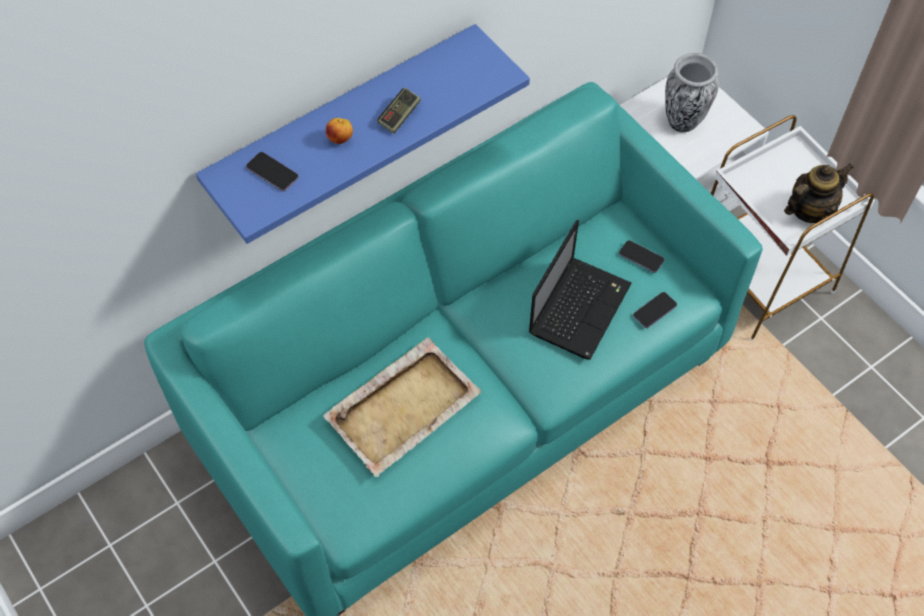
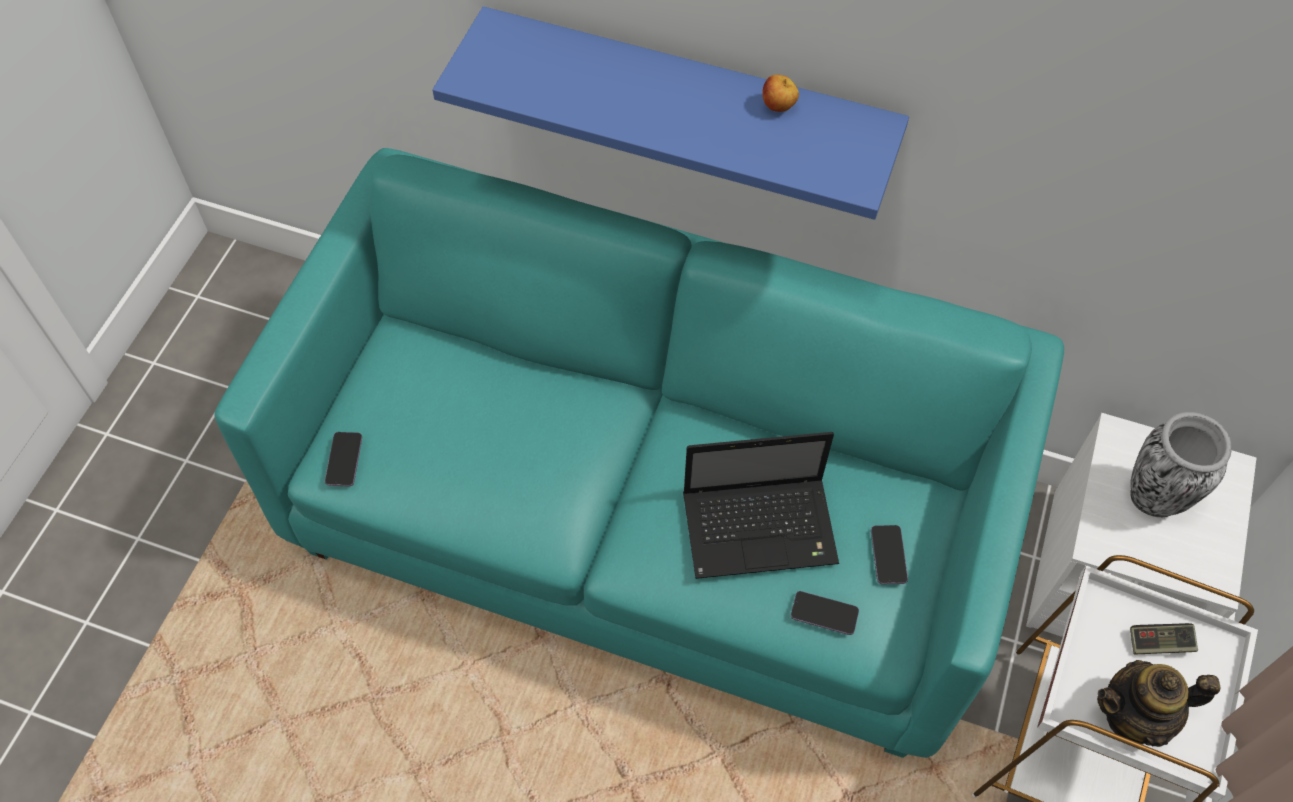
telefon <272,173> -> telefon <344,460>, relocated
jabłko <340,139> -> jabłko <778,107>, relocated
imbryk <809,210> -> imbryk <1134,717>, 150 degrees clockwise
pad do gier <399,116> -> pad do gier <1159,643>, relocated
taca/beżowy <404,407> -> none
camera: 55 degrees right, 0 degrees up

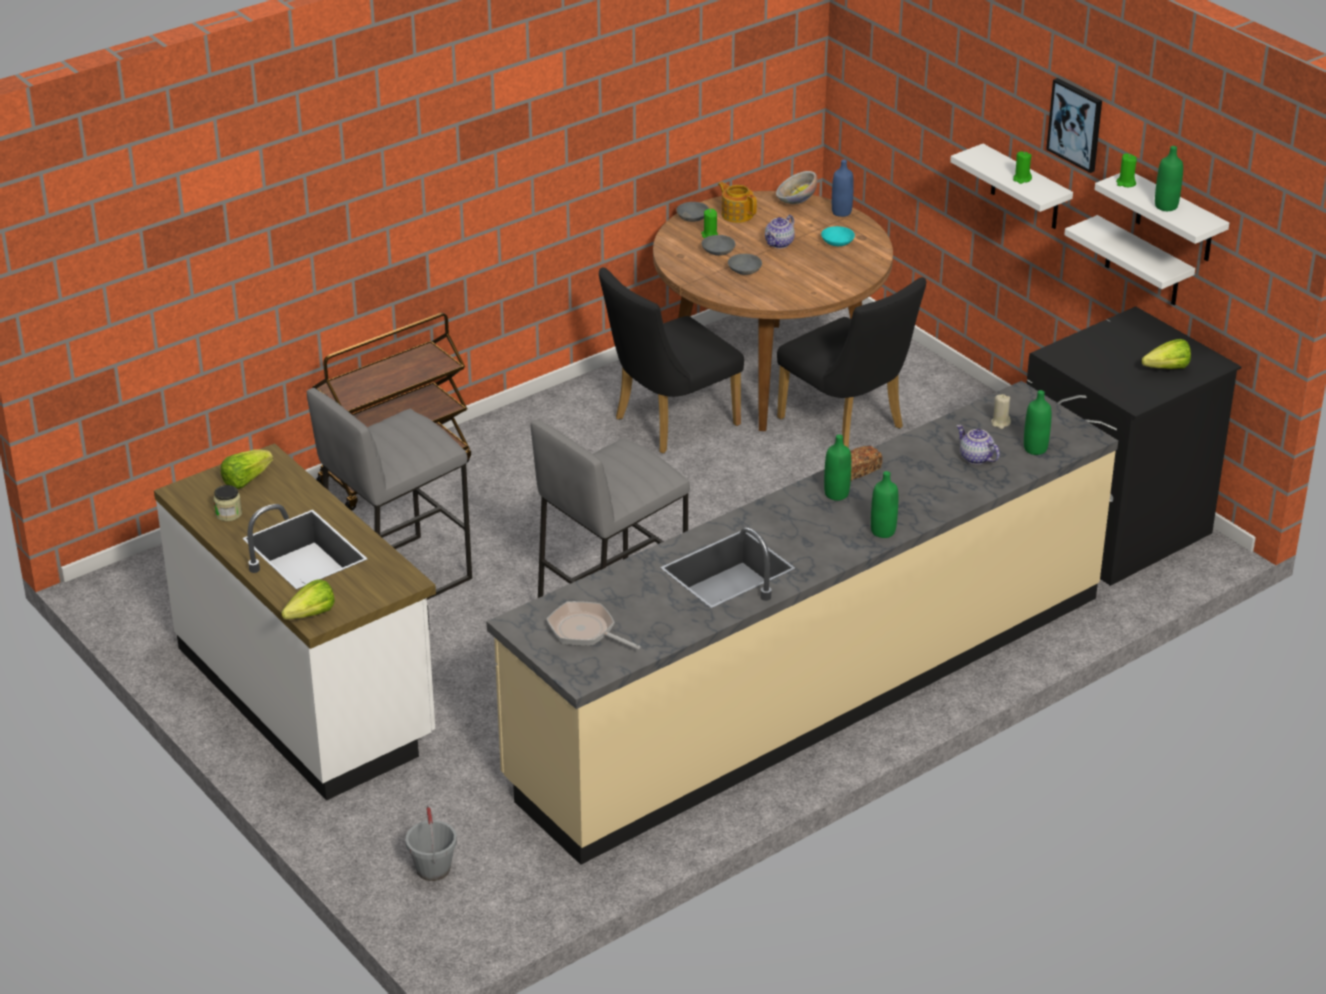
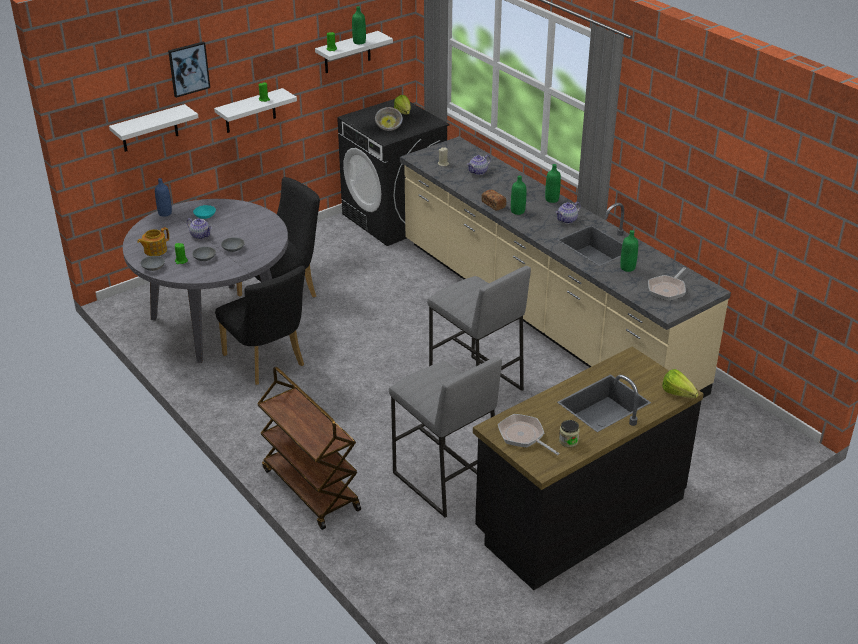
półka/biały <1143,263> -> półka/biały <149,129>, relocated
stół jadalny/brązowy <769,375> -> stół jadalny/szary <216,322>
obraz <1076,124> -> obraz <188,68>, relocated
miska <796,201> -> miska <389,128>, relocated
zabudowa kuchenna/biały <307,695> -> zabudowa kuchenna/czarny <579,515>
sałata <246,480> -> patelnia <523,436>
none -> imbryk <567,220>
butelka/zielony <1035,449> -> butelka/zielony <627,268>, relocated
wiadro/szary <433,869> -> none
camera: 90 degrees left, 0 degrees up

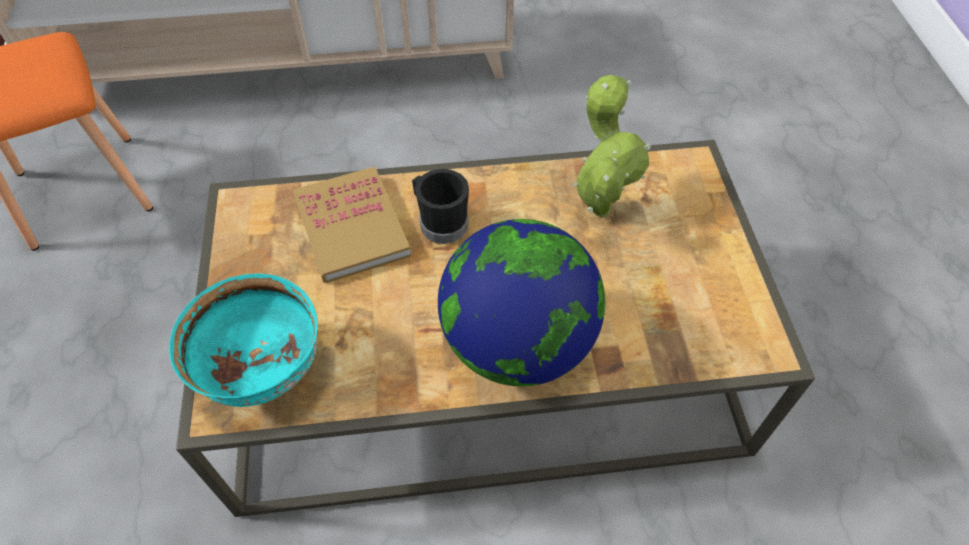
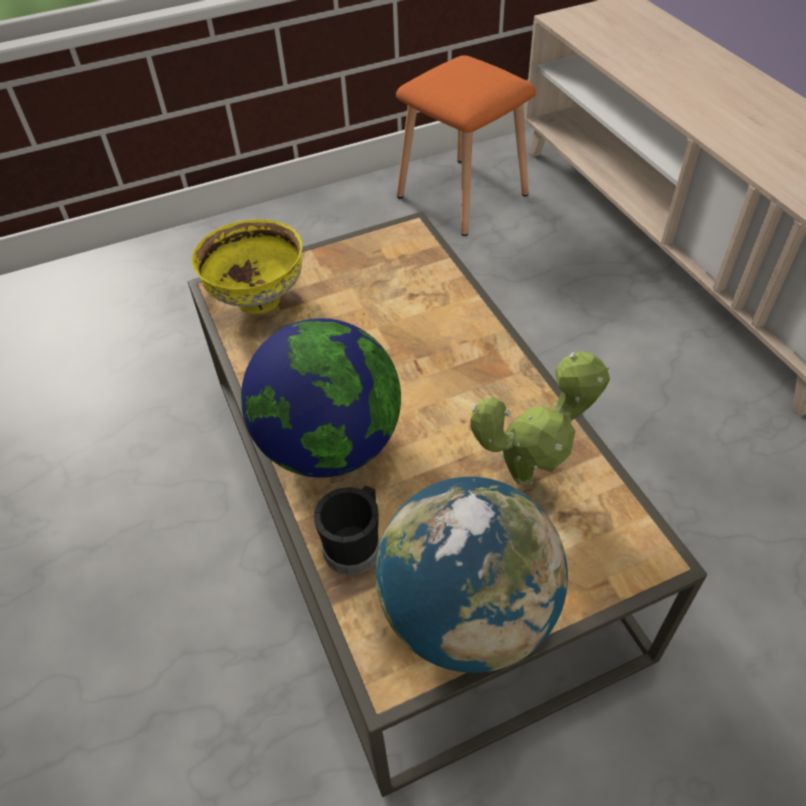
miska/turkusowy <263,372> -> miska/żółty <257,300>
kubek/czarny <440,222> -> kubek/czarny <355,544>, relocated
none -> globus <467,613>
książka <351,227> -> none
camera: 75 degrees right, 5 degrees down

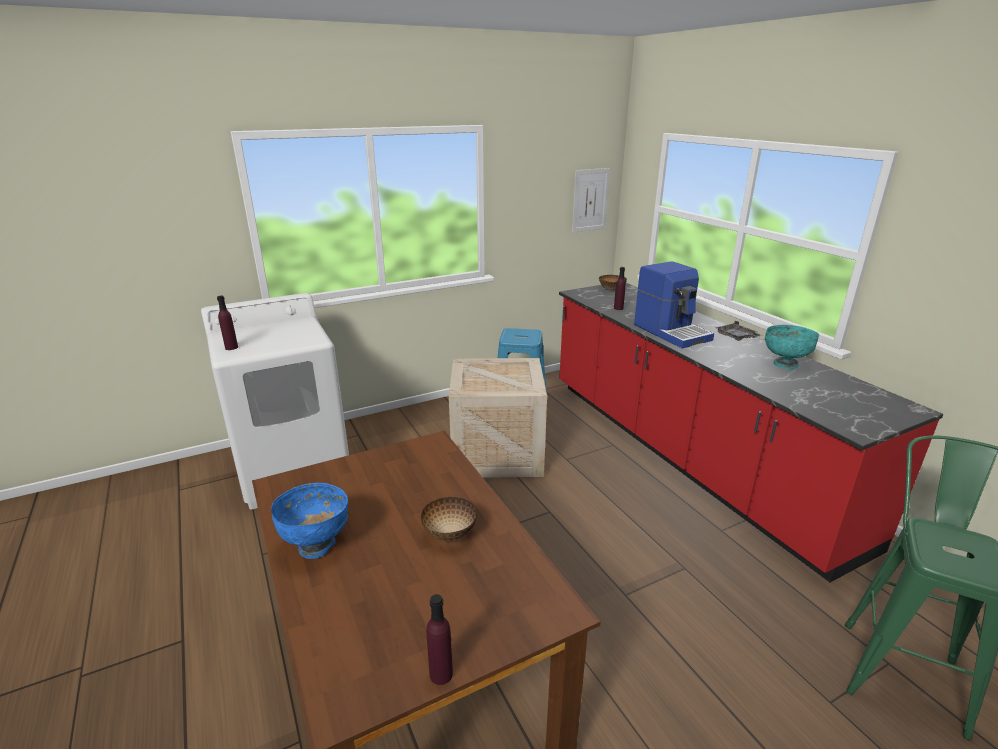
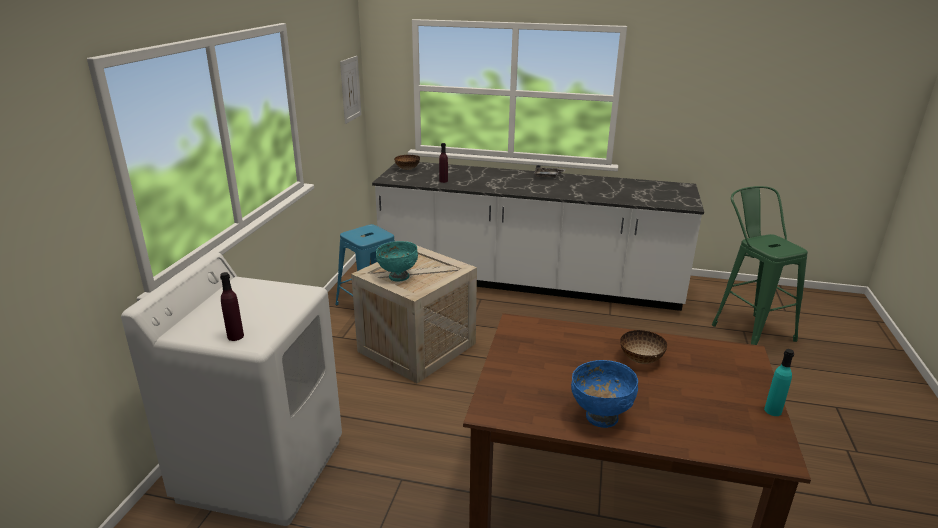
zabudowa kuchenna/czerwony <686,454> -> zabudowa kuchenna/biały <529,282>
miska/turkusowy <785,364> -> miska/turkusowy <398,276>, relocated
butelka/fioletowy <441,674> -> butelka/turkusowy <773,411>
ekspres do kawy <672,332> -> none
camera: 50 degrees left, 0 degrees up

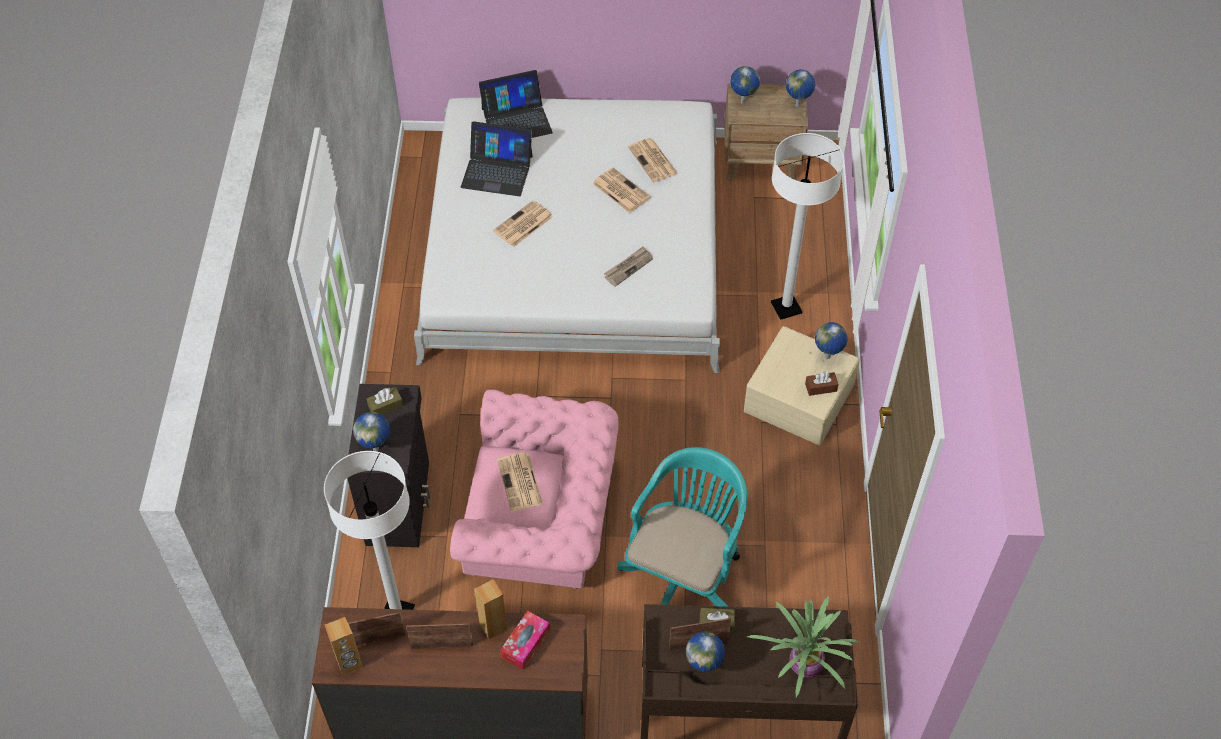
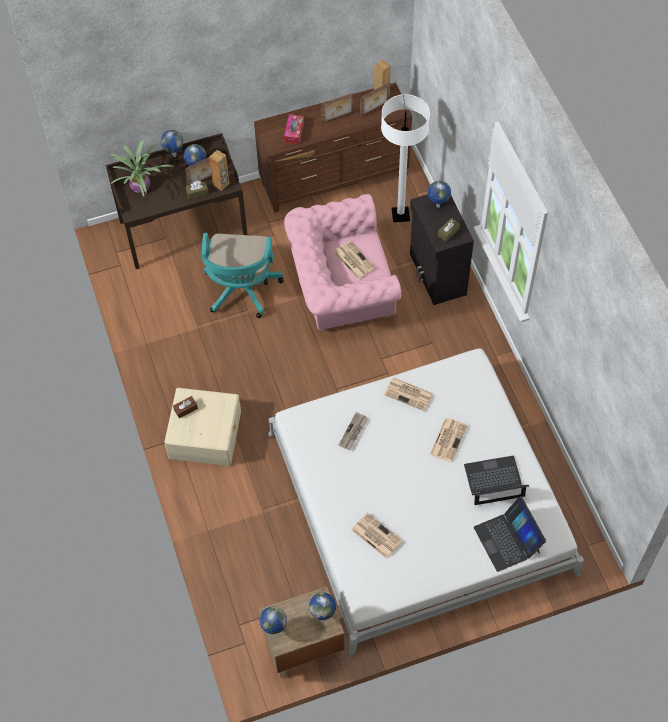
globus <828,357> -> globus <174,155>, relocated
głośnik/brązowy <493,626> -> głośnik/brązowy <221,184>, relocated
gazeta <620,190> -> gazeta <409,394>, relocated
laptop <516,120> -> laptop <507,540>, 75 degrees counterclockwise
lampa stojąca/biały <786,308> -> none
camera: 160 degrees right, 5 degrees up

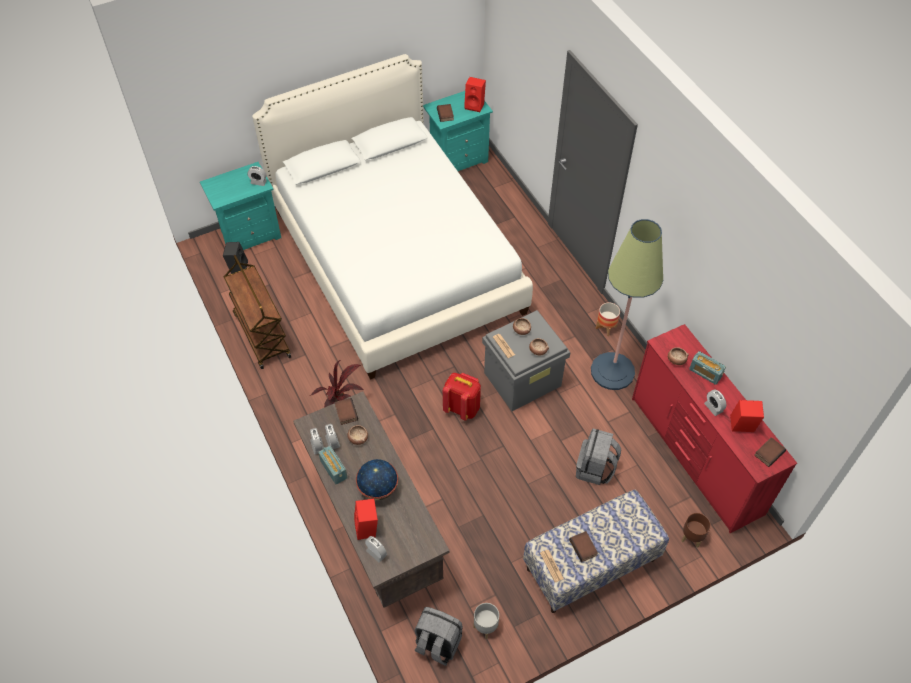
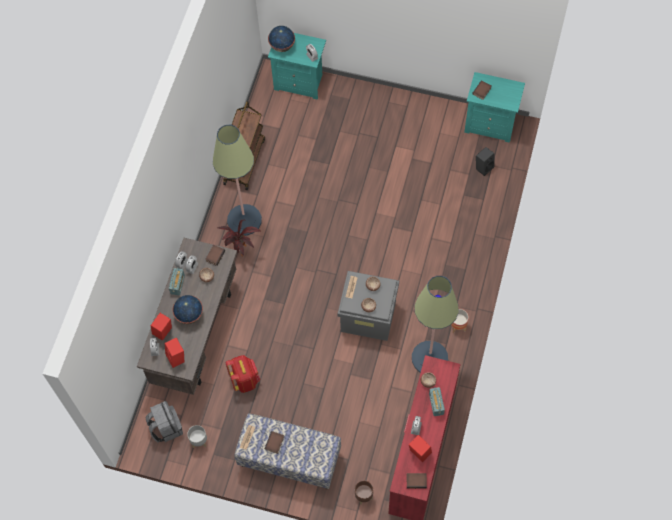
głośnik/czerwony <475,105> -> głośnik/czerwony <177,358>, relocated
none -> lampa stojąca <244,220>
plecak/czerwony <462,408> -> plecak/czerwony <245,380>, relocated
none -> globus <282,46>
głośnik/czarny <237,267> -> głośnik/czarny <484,167>, relocated
łóżko/biały <397,260> -> none
plecak/szary <595,469> -> none
camera: 45 degrees right, 10 degrees up

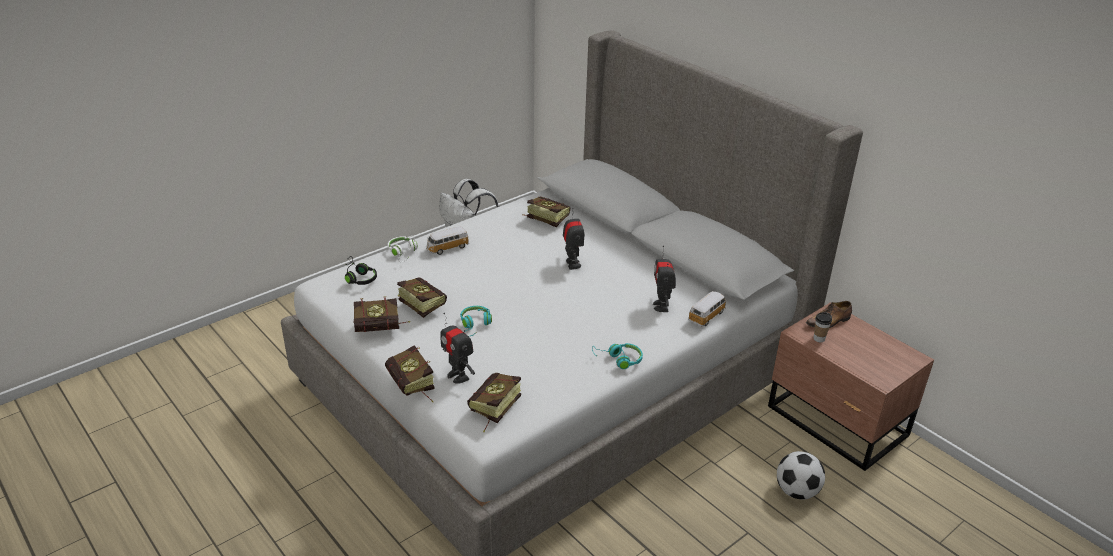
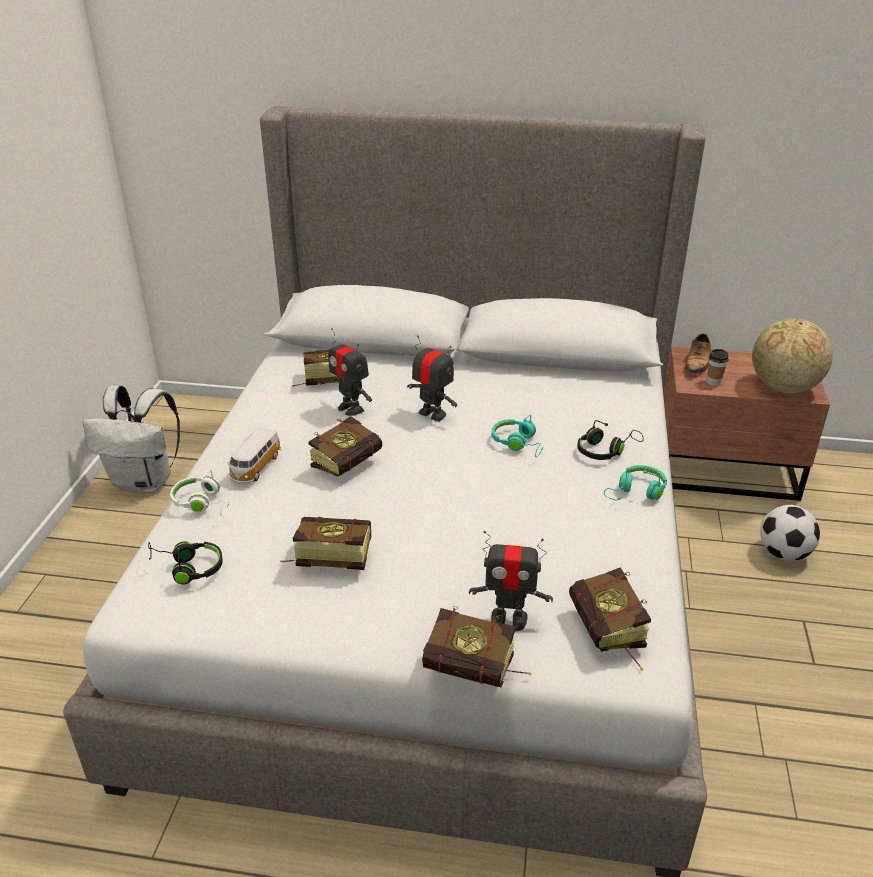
książka <383,329> -> książka <352,462>, relocated
robot zabawkowy <661,306> -> robot zabawkowy <351,408>, relocated
słuchawki/turkusowy <475,325> -> słuchawki/turkusowy <518,443>, relocated
none -> słuchawki/czarny <605,450>
none -> globus <783,388>
samochodzik <707,316> -> none
camera: 40 degrees left, 0 degrees up

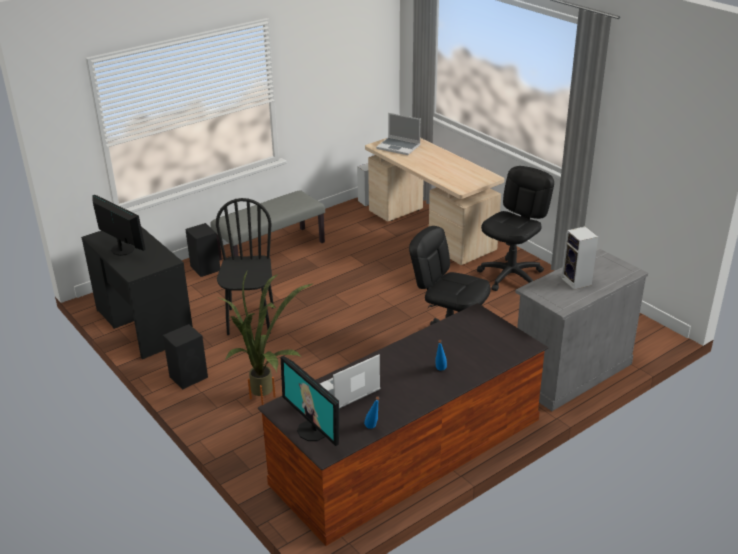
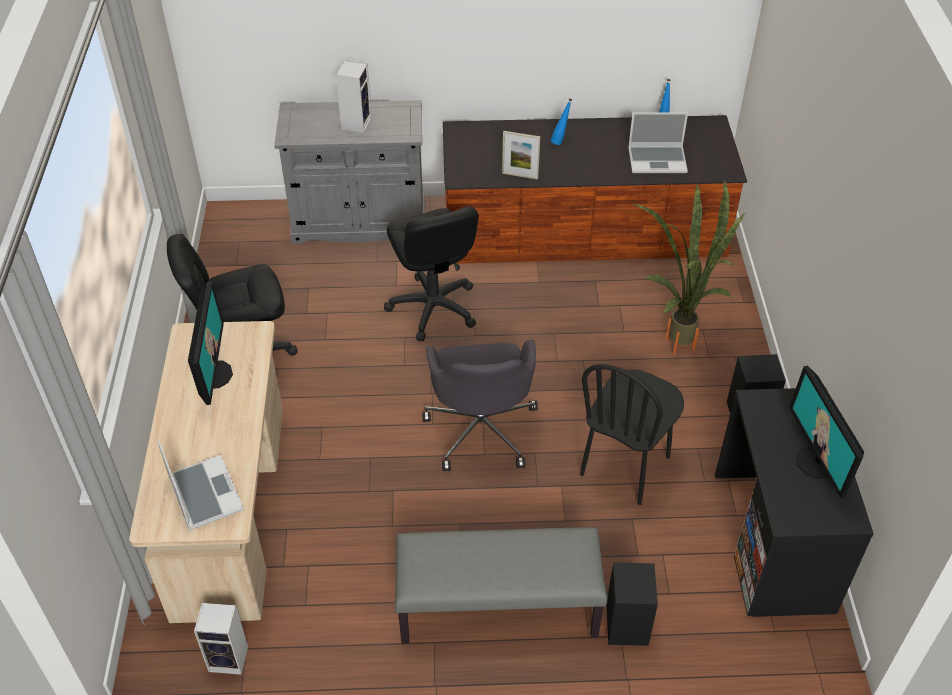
monitor <313,430> -> monitor <214,374>, relocated
none -> krzesło biurowe/szary <481,429>
none -> ramka na zdjęcie <520,175>
camera: 145 degrees left, 15 degrees up

